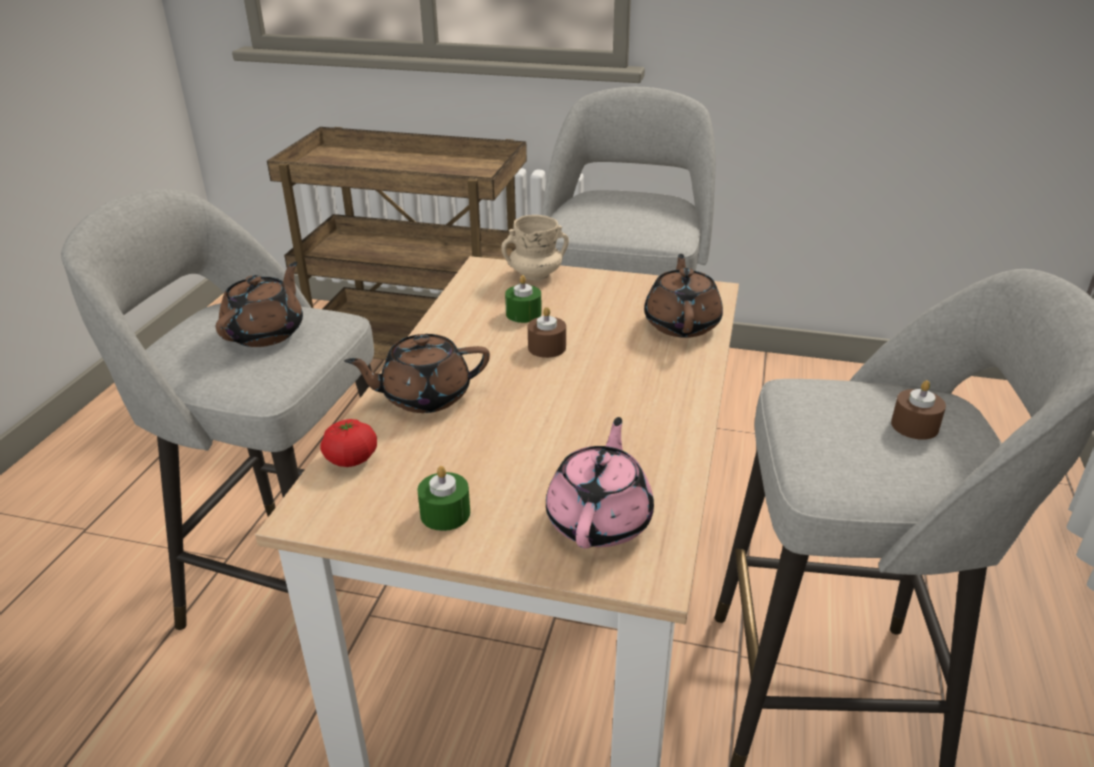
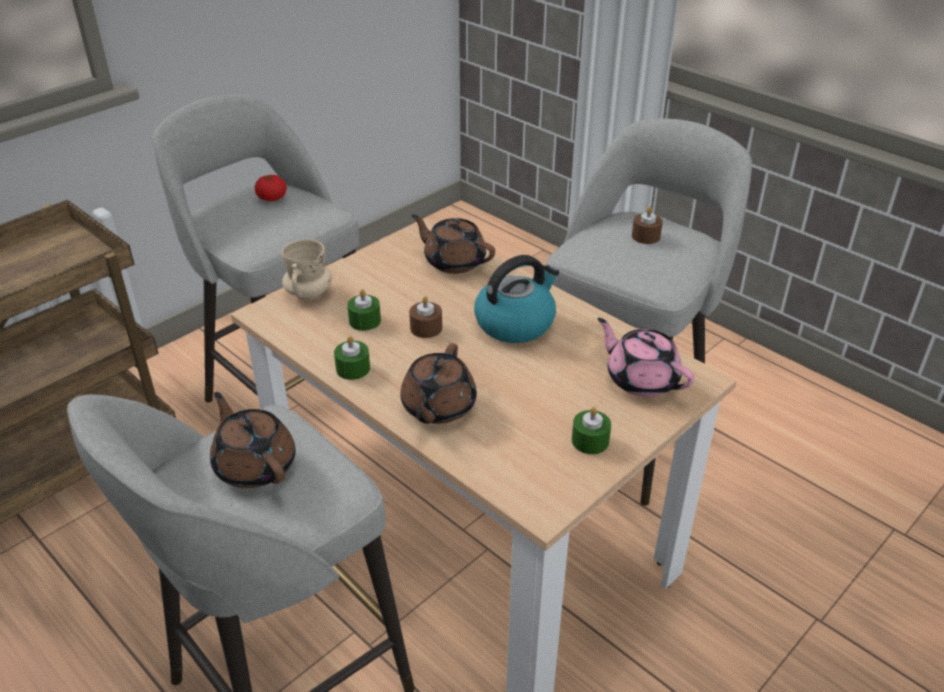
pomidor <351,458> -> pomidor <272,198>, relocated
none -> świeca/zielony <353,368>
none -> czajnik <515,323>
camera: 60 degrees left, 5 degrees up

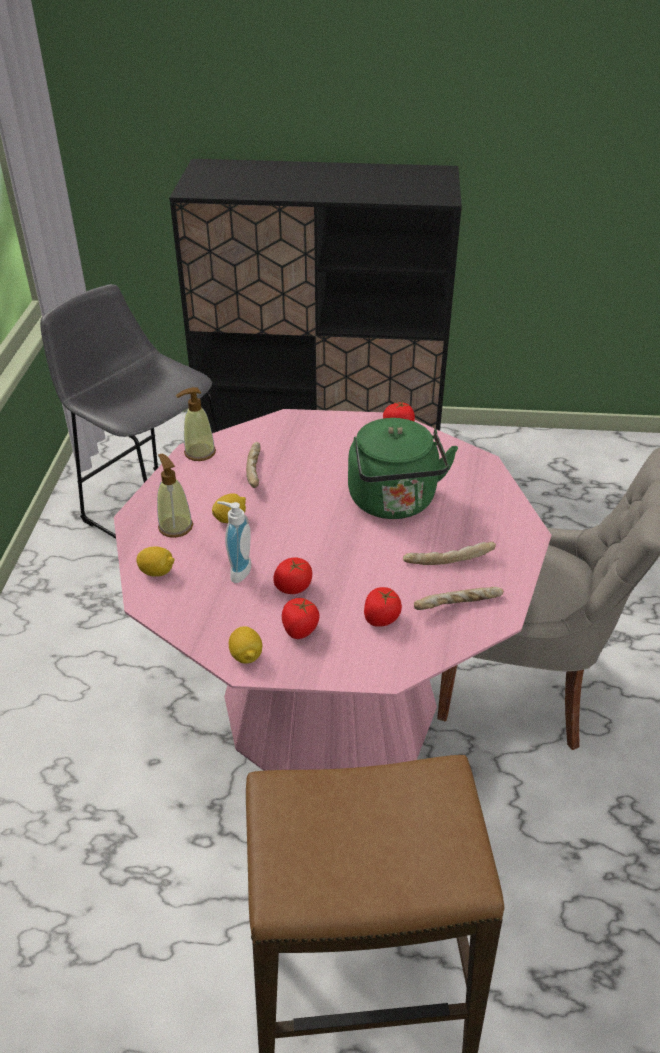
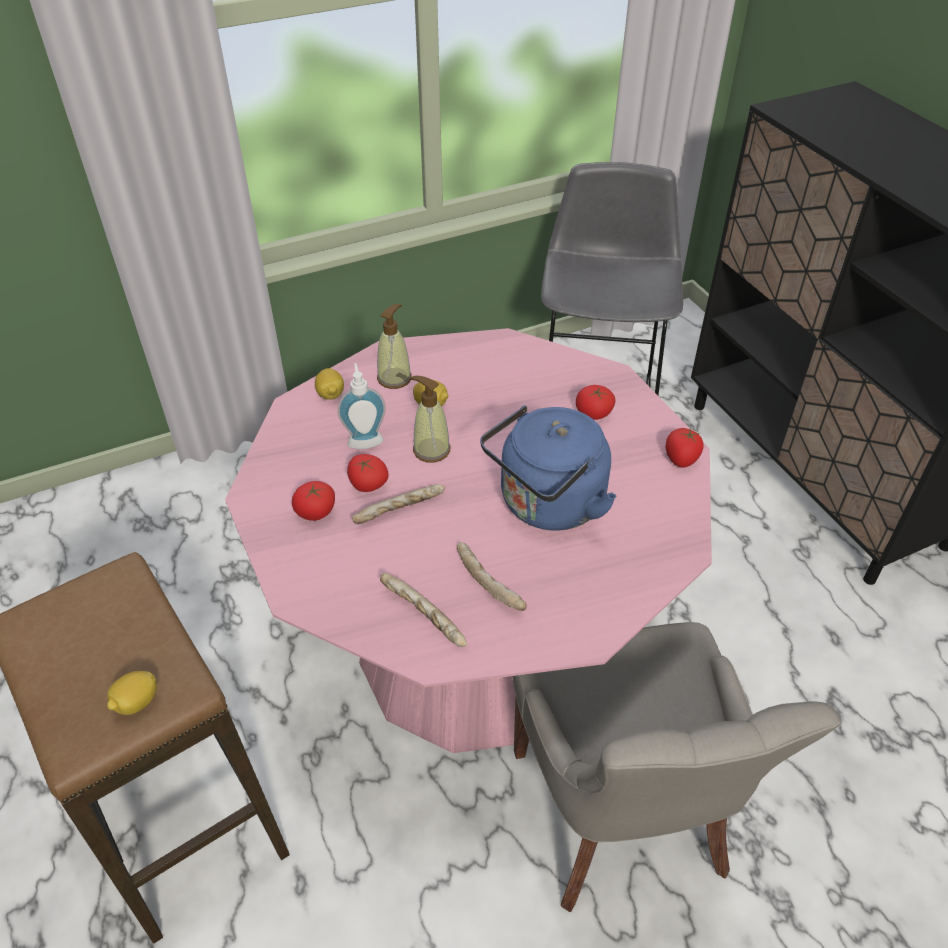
cytryna <246,655> -> cytryna <137,702>, relocated
chleb <256,471> -> chleb <400,511>, relocated
dozownik mydła <199,452> -> dozownik mydła <431,450>, relocated
czajnik/zielony <394,503> -> czajnik/niebieski <547,505>
pomidor <381,618> -> pomidor <593,414>, relocated
camera: 60 degrees right, 5 degrees up

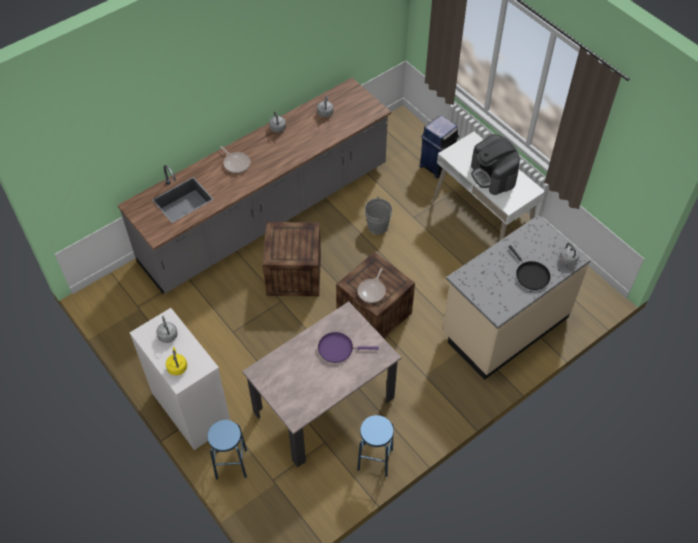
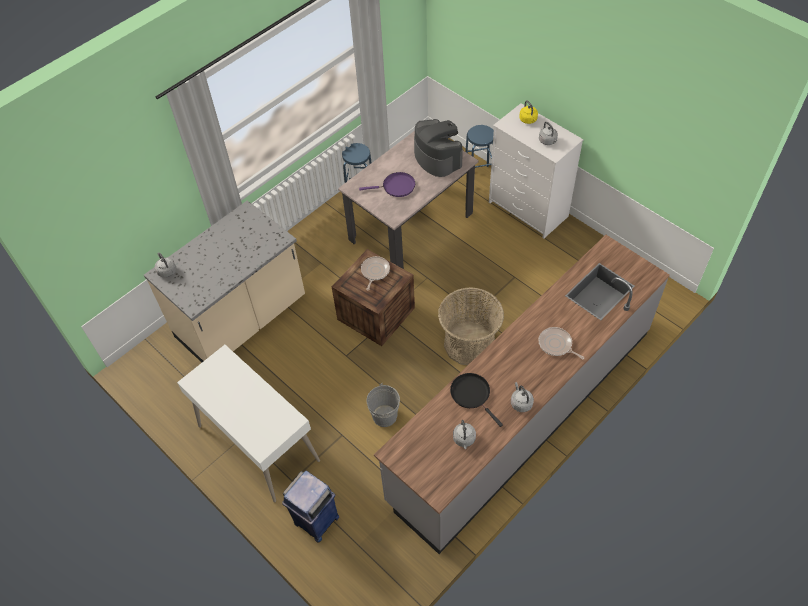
ekspres do kawy <493,175> -> ekspres do kawy <437,158>, relocated
skrzynka <294,274> -> koszyk <469,343>
patelnia/czarny <530,275> -> patelnia/czarny <472,394>, relocated
camera: 175 degrees right, 0 degrees up

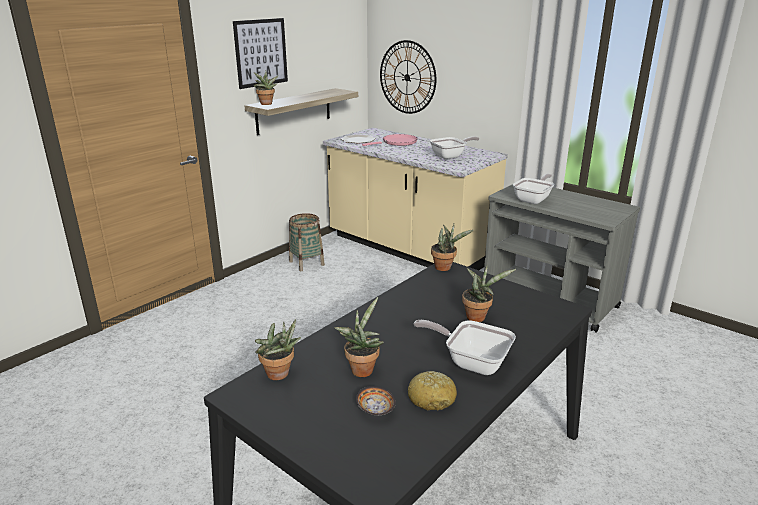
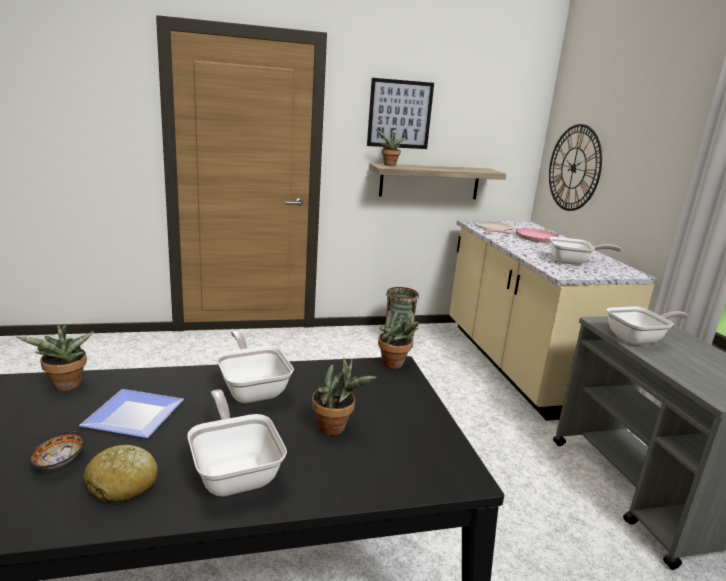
roślina doniczkowa <362,368> -> talerz <130,417>
none -> patelnia <252,388>
camera: 35 degrees right, 5 degrees down

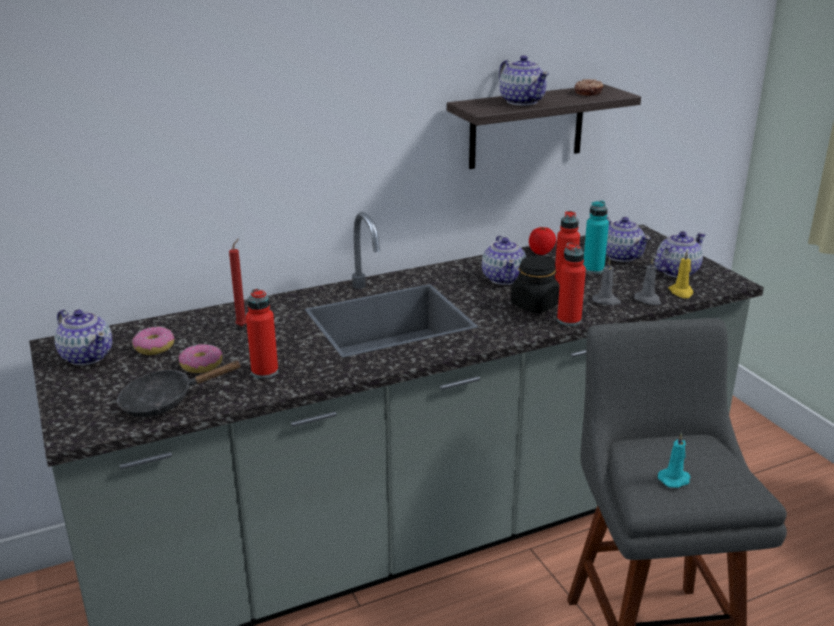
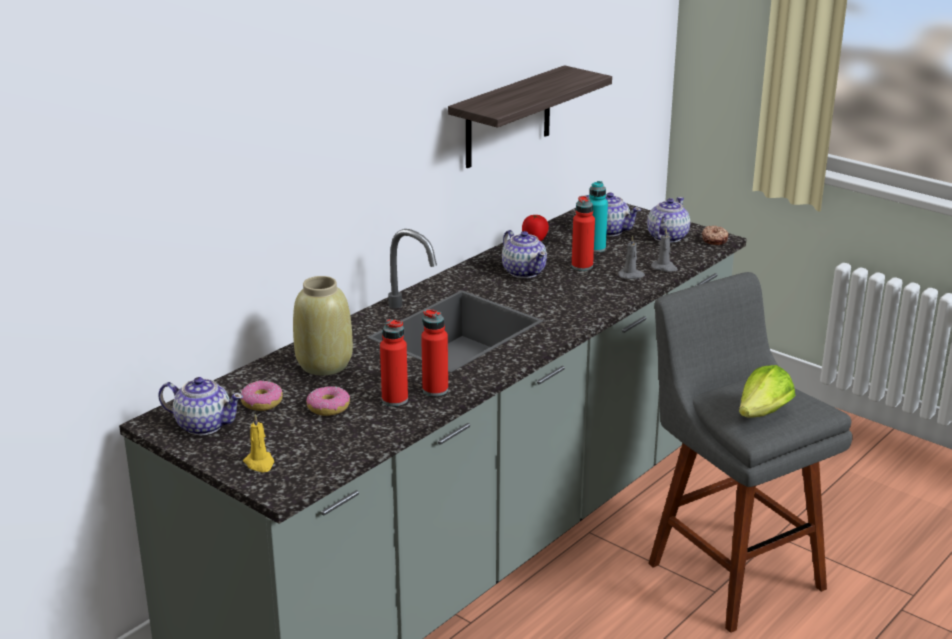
świeca/żółty <681,292> -> świeca/żółty <260,463>, relocated
świeca/czerwony <243,325> -> wazon/beżowy <325,364>
butelka/czerwony <569,320> -> butelka/czerwony <435,390>, relocated
donut <589,93> -> donut <715,240>, relocated
świeca/turkusowy <675,479> -> sałata <763,413>
patelnia/czarny <165,401> -> none
imbryk <522,101> -> none
słoik/czarny <534,305> -> none
camera: 25 degrees left, 0 degrees up

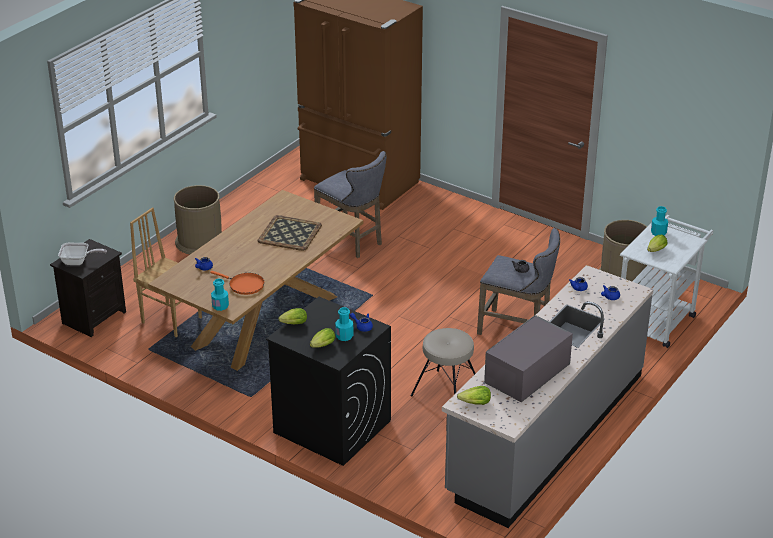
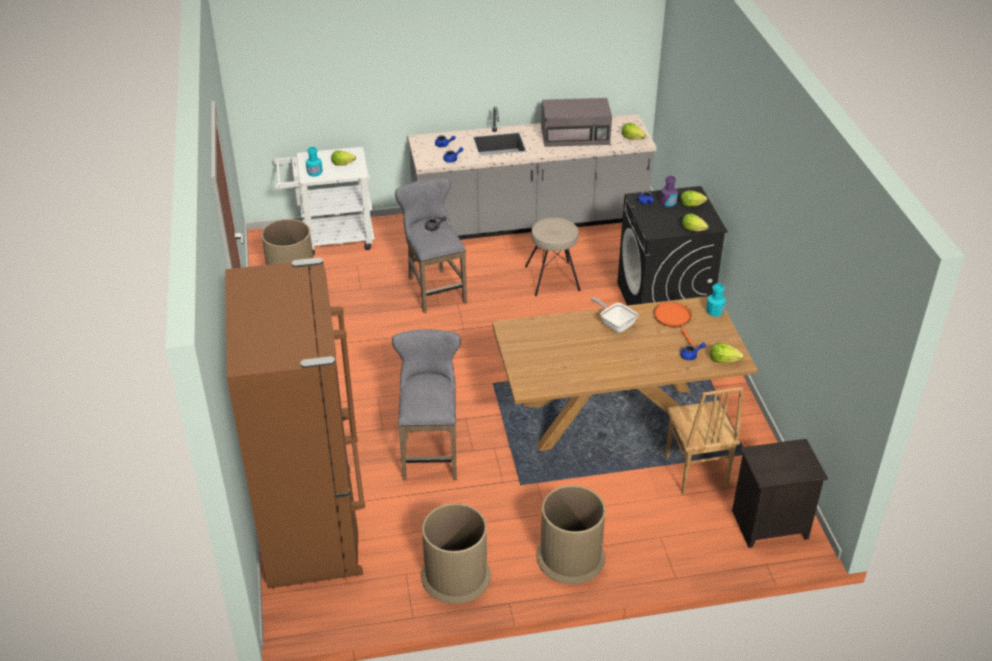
none -> kosz na śmieci/brązowy <455,575>
patelnia <78,261> -> patelnia <615,324>, relocated
butelka/turkusowy <344,336> -> butelka/fioletowy <668,203>
none -> sałata <724,359>
taca <290,233> -> none
camera: 135 degrees left, 5 degrees up

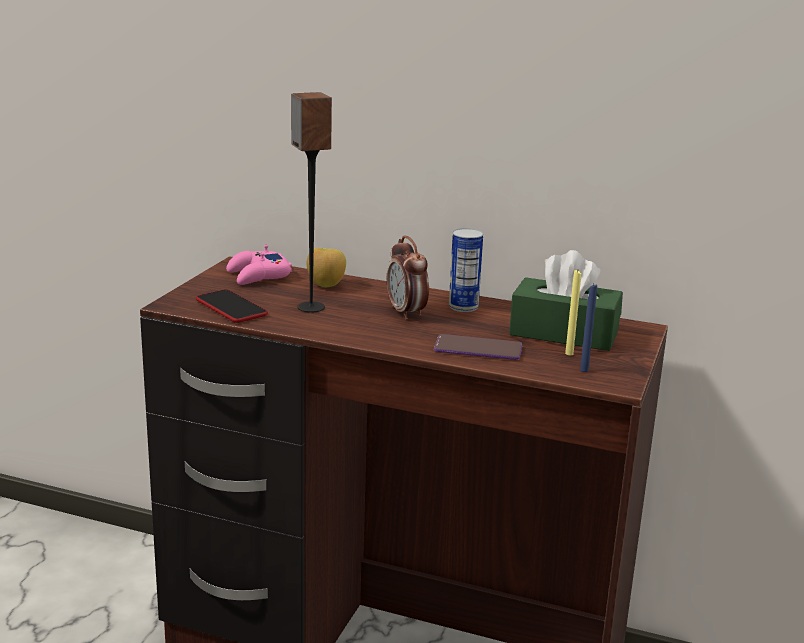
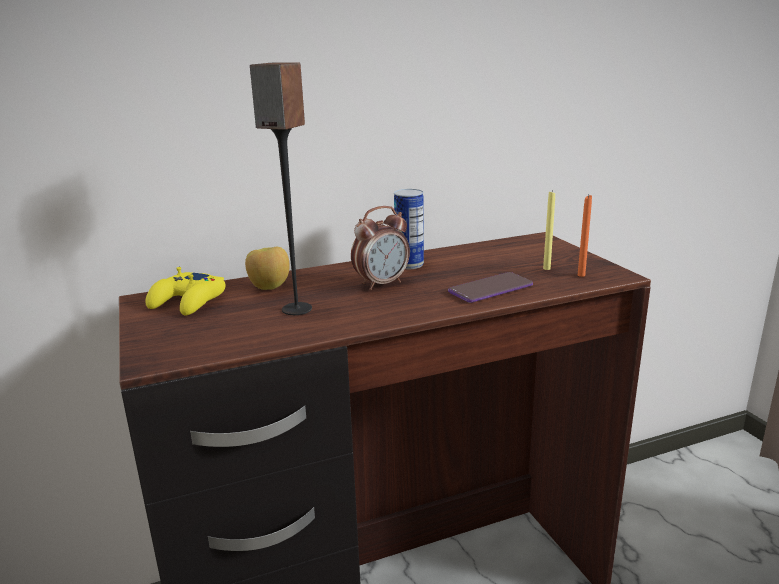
pad do gier/różowy <258,276> -> pad do gier/żółty <188,301>
budzik <406,313> -> budzik <381,284>, 60 degrees counterclockwise
świeca/niebieski <584,370> -> świeca/pomarańczowy <581,275>
telefon <231,308> -> none
pudełko chusteczek/zielony <563,333> -> none
camera: 40 degrees left, 0 degrees up

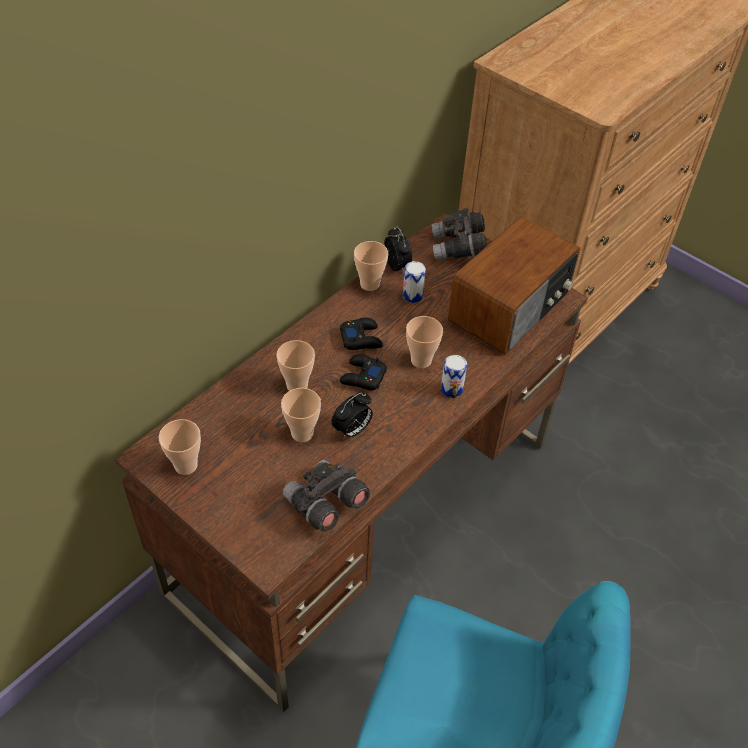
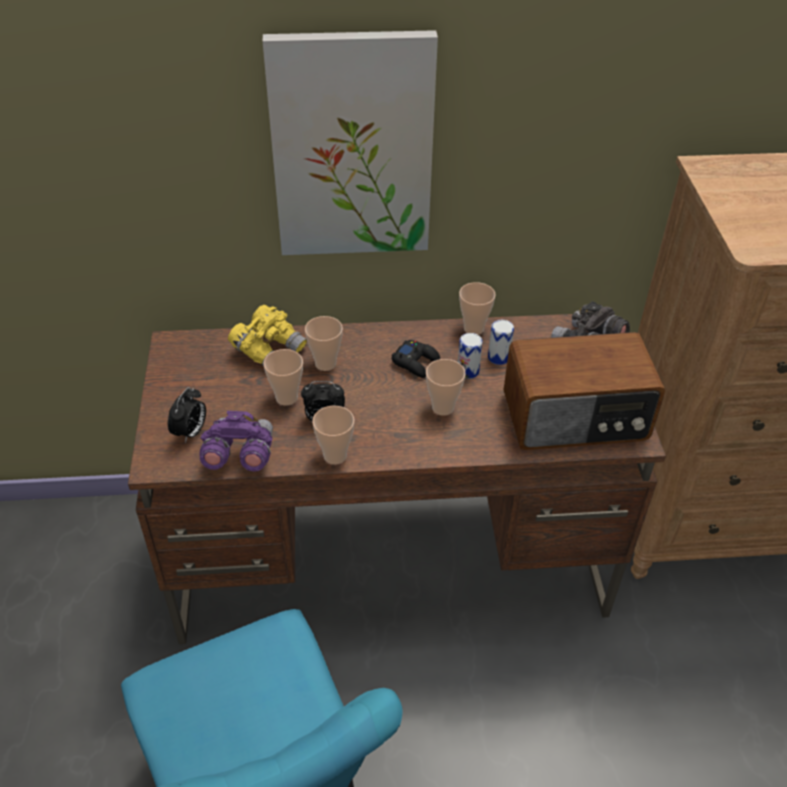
budzik <397,266> -> budzik <190,432>, relocated
lornetka/szary <325,505> -> lornetka/fioletowy <239,456>
none -> lornetka/żółty <269,350>
none -> obraz <352,148>
filiżanka <186,465> -> filiżanka <335,456>, relocated
puszka <451,390> -> puszka <468,371>, relocated
pad do gier/czarny <362,377> -> none
camera: 45 degrees right, 5 degrees down

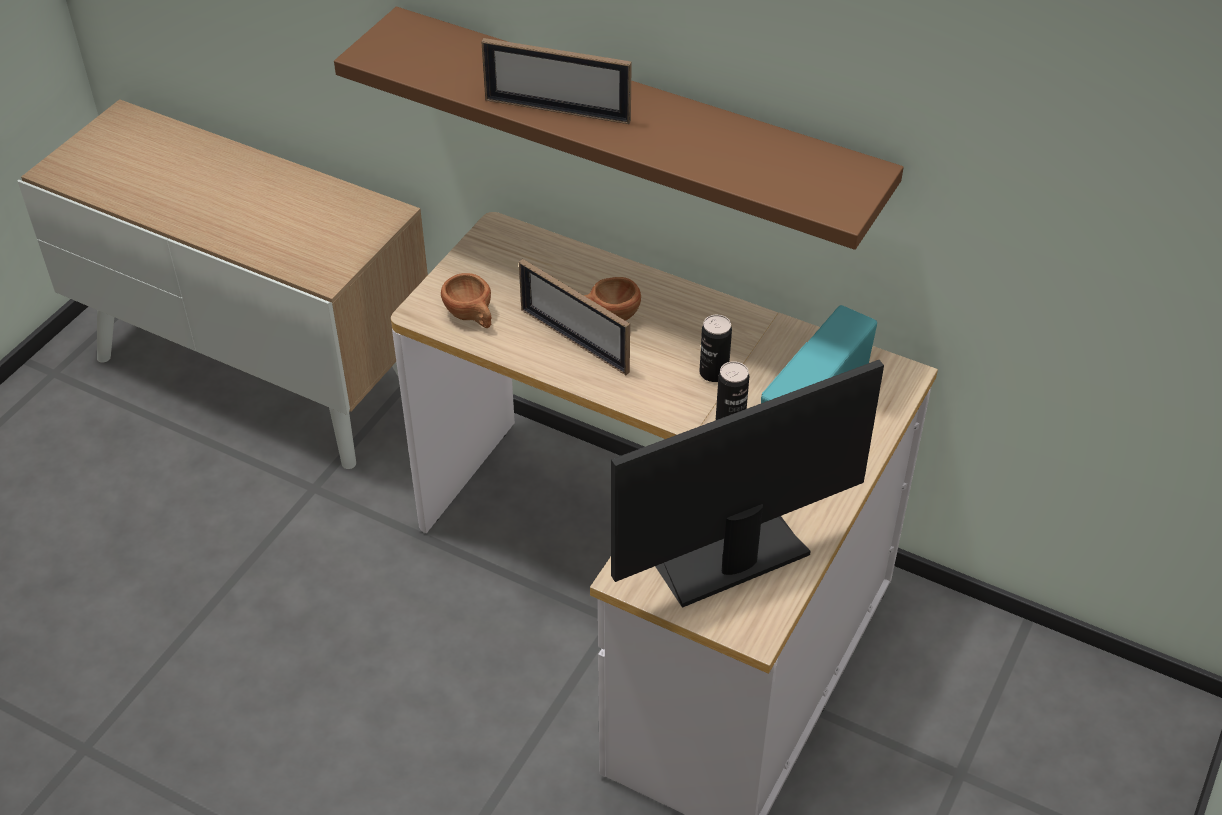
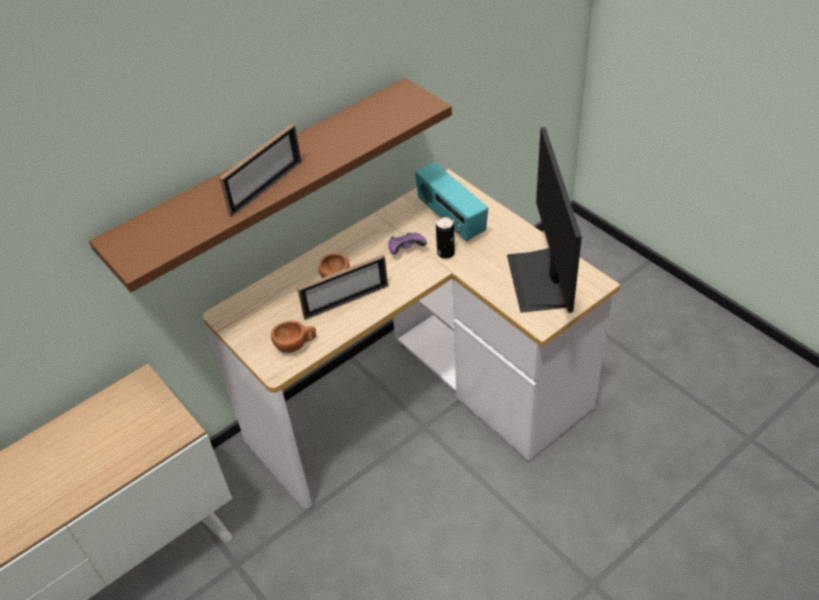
puszka <714,373> -> pad do gier/fioletowy <406,250>
camera: 65 degrees left, 0 degrees up

